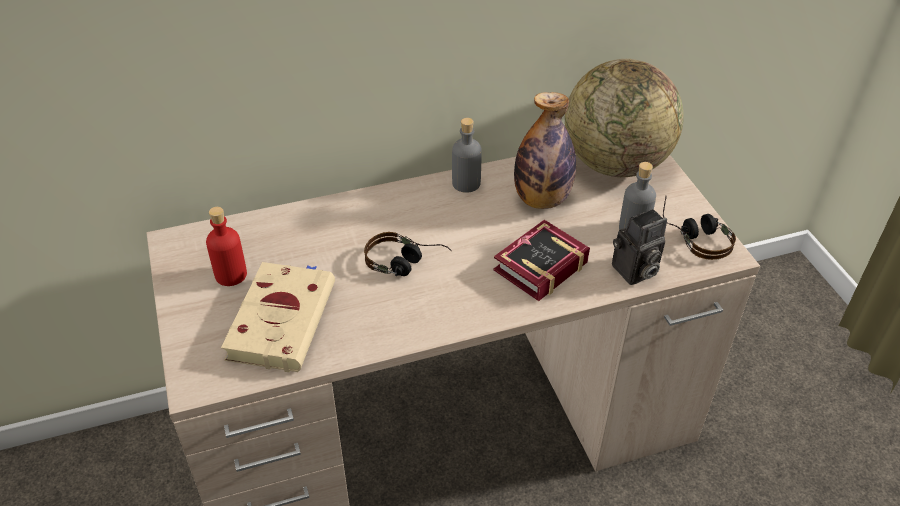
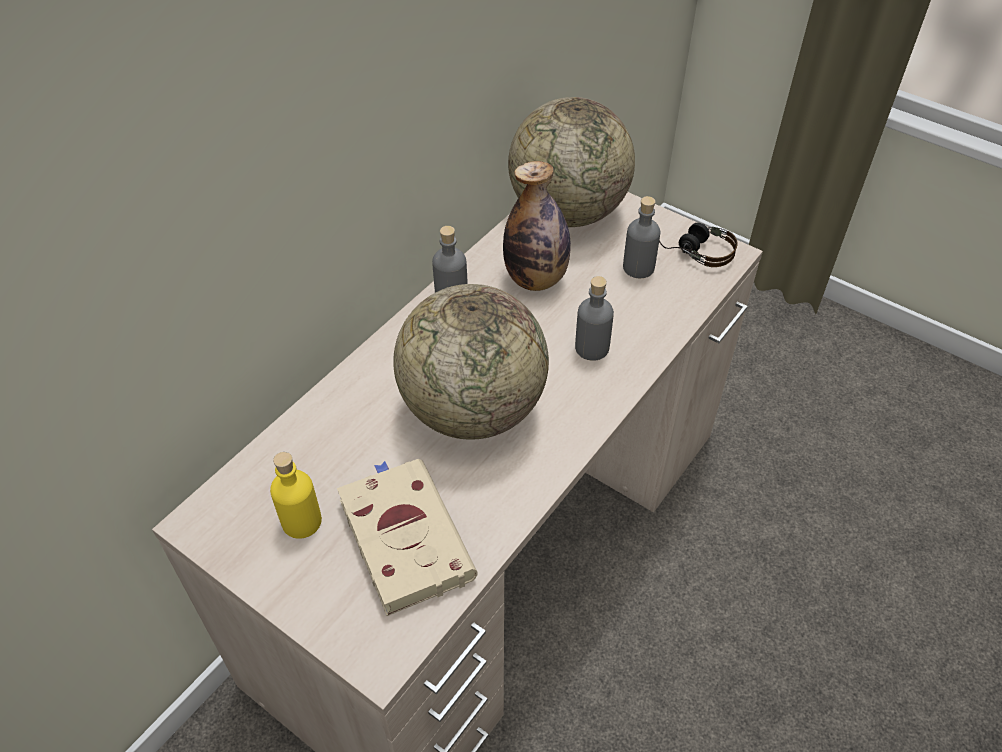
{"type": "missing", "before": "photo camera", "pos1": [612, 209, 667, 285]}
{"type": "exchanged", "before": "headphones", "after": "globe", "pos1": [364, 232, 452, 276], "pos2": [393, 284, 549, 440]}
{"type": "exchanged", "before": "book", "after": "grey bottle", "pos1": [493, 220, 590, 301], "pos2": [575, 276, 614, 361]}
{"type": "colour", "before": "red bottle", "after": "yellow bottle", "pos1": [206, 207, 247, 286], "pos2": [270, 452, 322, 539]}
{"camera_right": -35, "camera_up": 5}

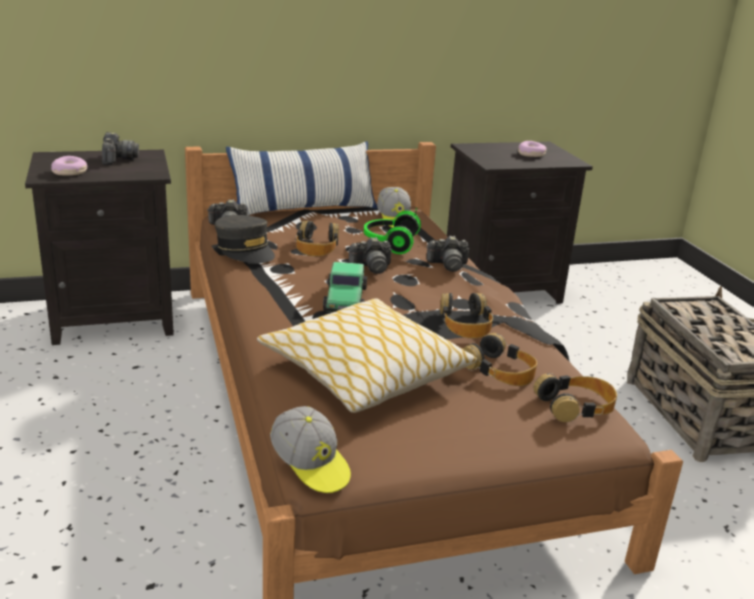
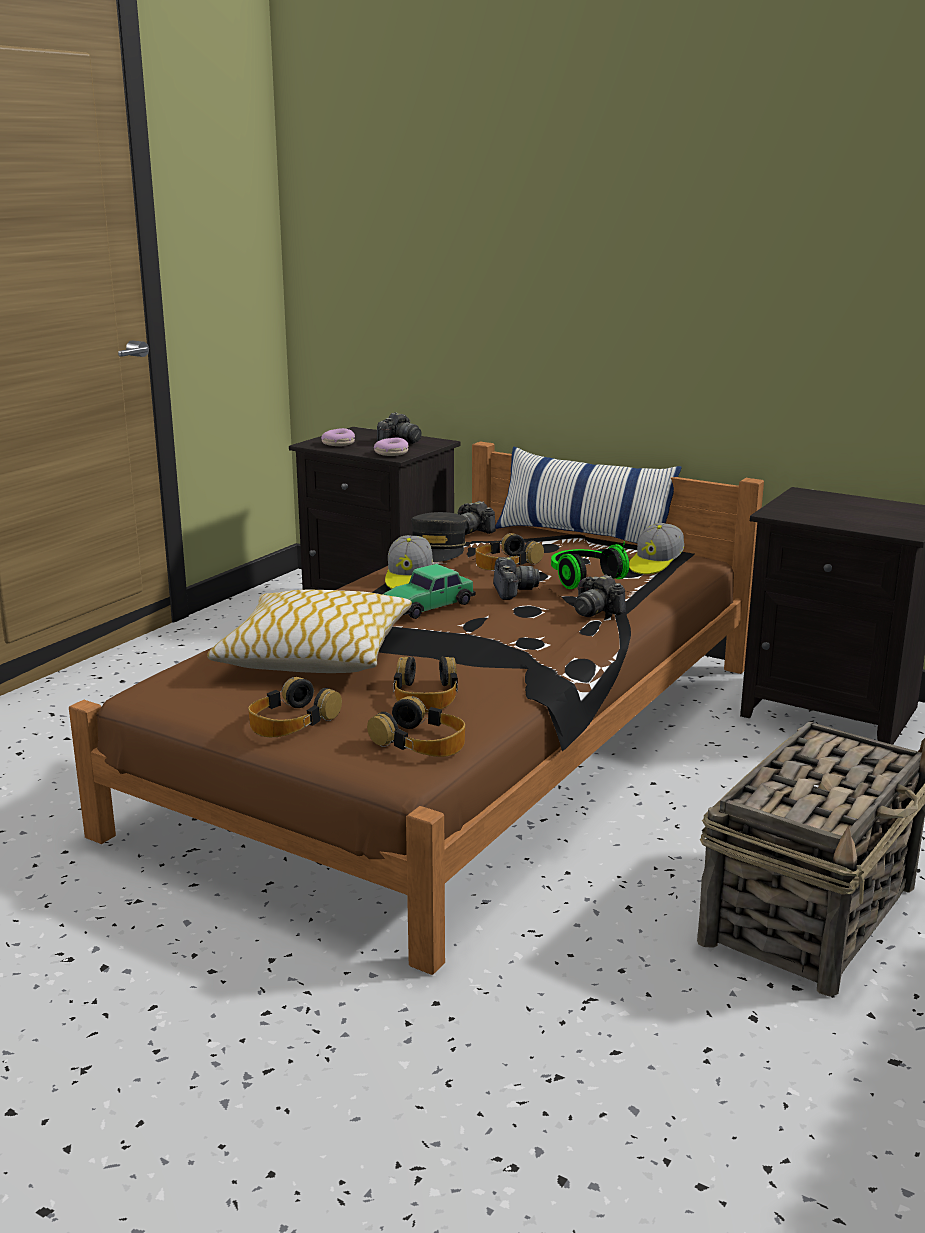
{"type": "relocated", "before": "cap", "pos1": [270, 406, 351, 493], "pos2": [385, 535, 433, 589]}
{"type": "relocated", "before": "headphones", "pos1": [440, 293, 494, 338], "pos2": [248, 677, 342, 737]}
{"type": "relocated", "before": "donut", "pos1": [518, 141, 547, 157], "pos2": [374, 438, 408, 456]}
{"type": "spun", "before": "photo camera", "pos1": [348, 237, 392, 274], "pos2": [493, 557, 540, 600], "turn": -135}
{"camera_right": 50, "camera_up": -5}

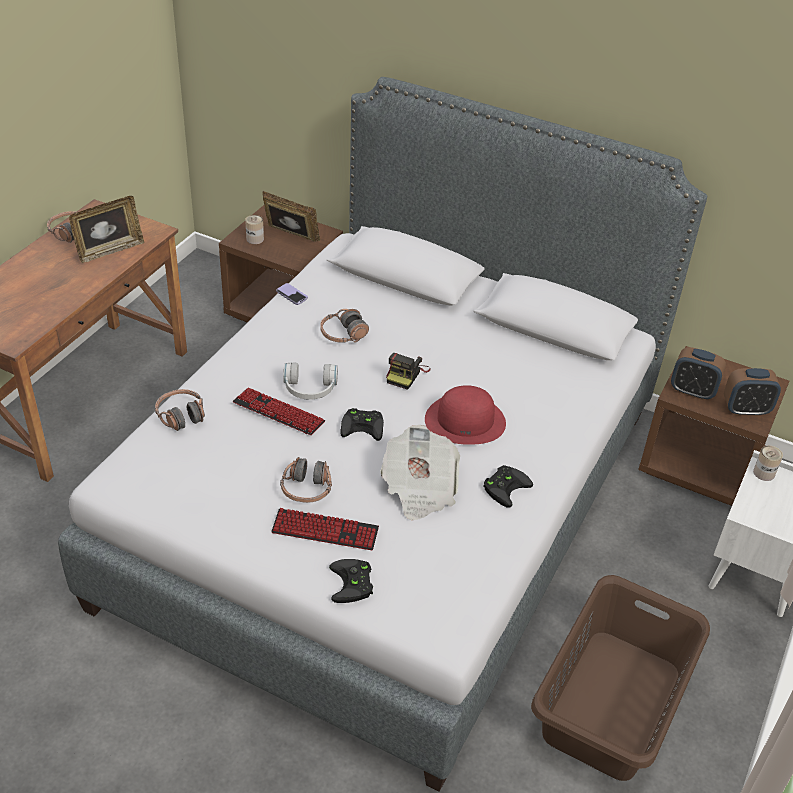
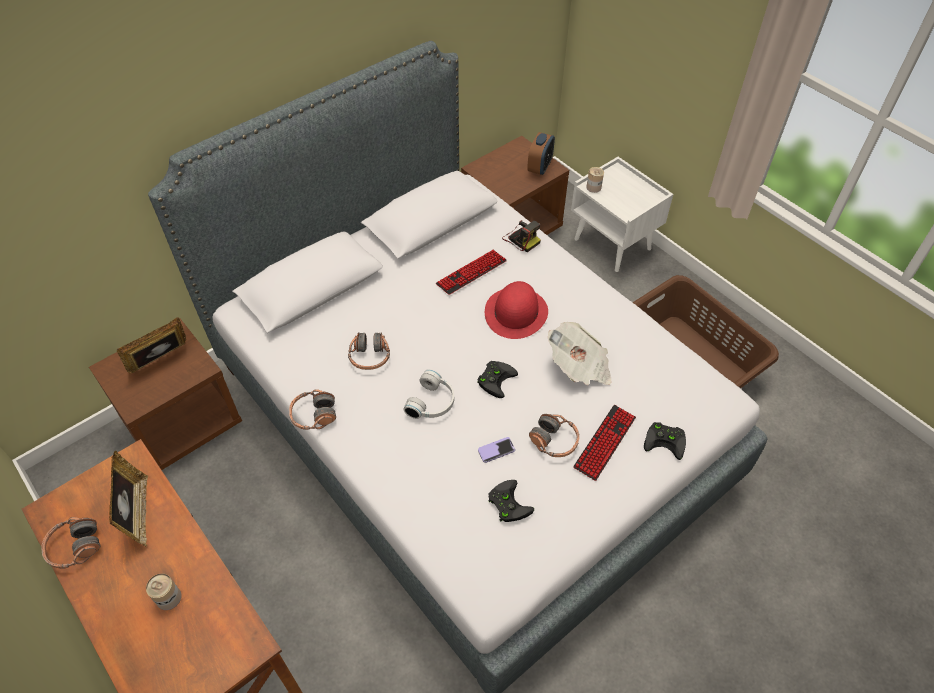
{"type": "missing", "before": "alarm clock", "pos1": [671, 347, 726, 400]}
{"type": "relocated", "before": "headphones", "pos1": [155, 389, 205, 431], "pos2": [289, 389, 336, 430]}
{"type": "relocated", "before": "keyboard", "pos1": [233, 388, 325, 435], "pos2": [436, 250, 507, 295]}
{"type": "relocated", "before": "can", "pos1": [245, 215, 264, 244], "pos2": [146, 573, 182, 610]}
{"type": "relocated", "before": "phone", "pos1": [276, 283, 308, 305], "pos2": [478, 437, 515, 463]}
{"type": "relocated", "before": "photo camera", "pos1": [386, 353, 431, 390], "pos2": [502, 220, 541, 252]}
{"type": "relocated", "before": "black game controller", "pos1": [483, 465, 533, 508], "pos2": [488, 480, 534, 522]}
{"camera_right": -65, "camera_up": 10}

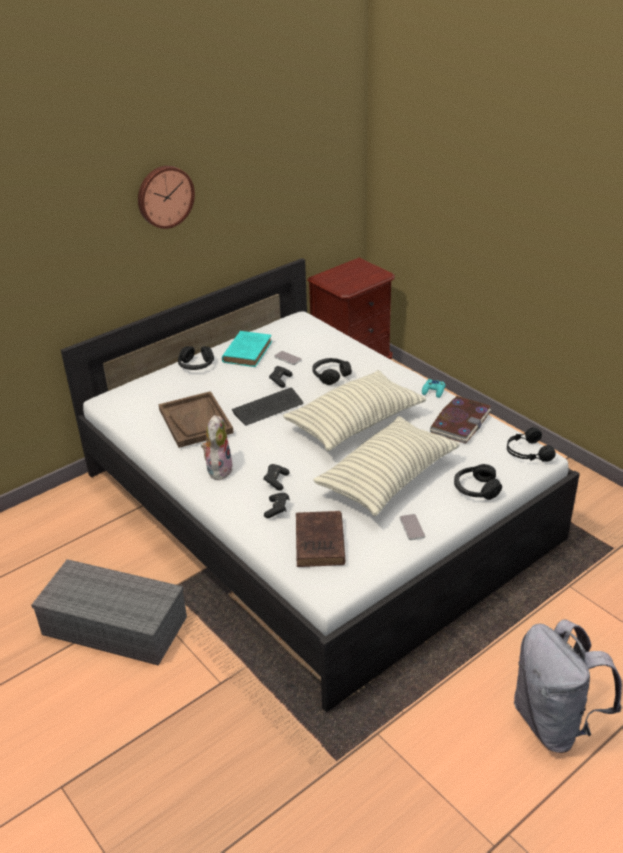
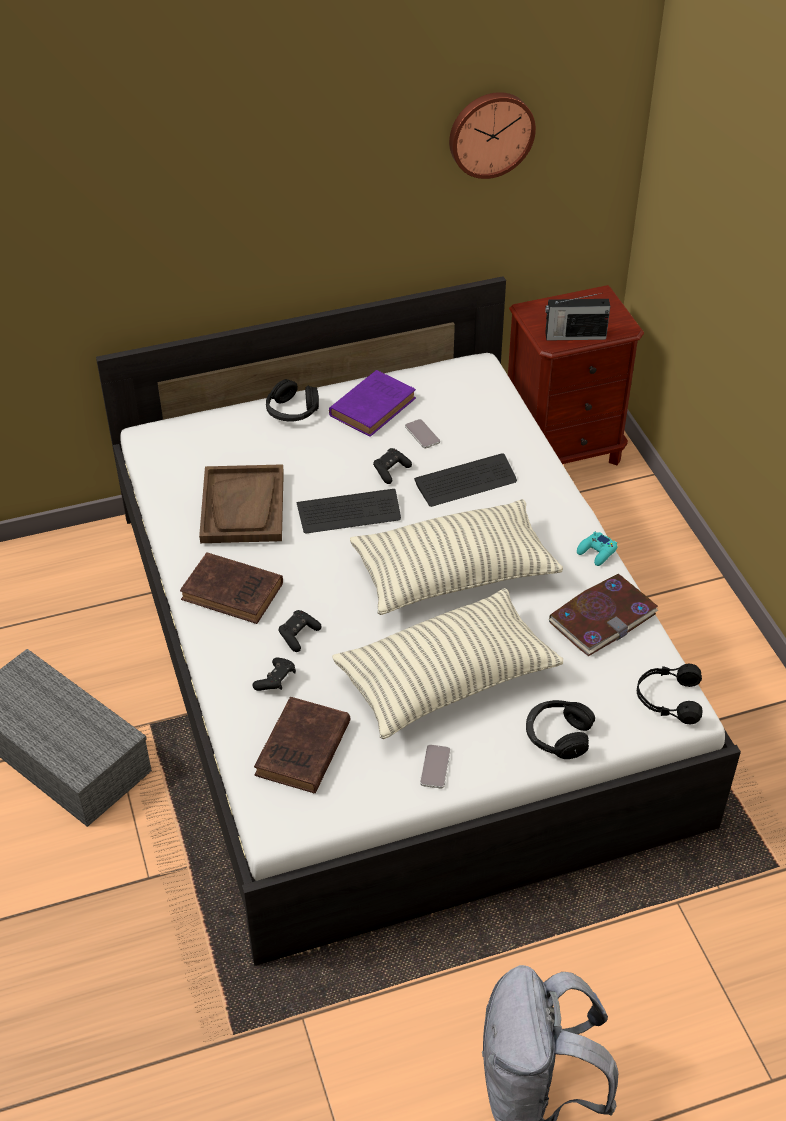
{"type": "appeared", "after": "radio", "pos2": [545, 293, 610, 341]}
{"type": "relocated", "before": "wall clock", "pos1": [138, 166, 195, 229], "pos2": [449, 92, 536, 179]}
{"type": "exchanged", "before": "plush toy", "after": "brown book", "pos1": [201, 415, 233, 480], "pos2": [180, 552, 283, 624]}
{"type": "exchanged", "before": "black headphones", "after": "keyboard", "pos1": [312, 358, 352, 385], "pos2": [414, 453, 517, 507]}
{"type": "colour", "before": "turquoise book", "after": "purple book", "pos1": [222, 331, 272, 367], "pos2": [329, 370, 416, 437]}
{"camera_right": 20, "camera_up": 10}

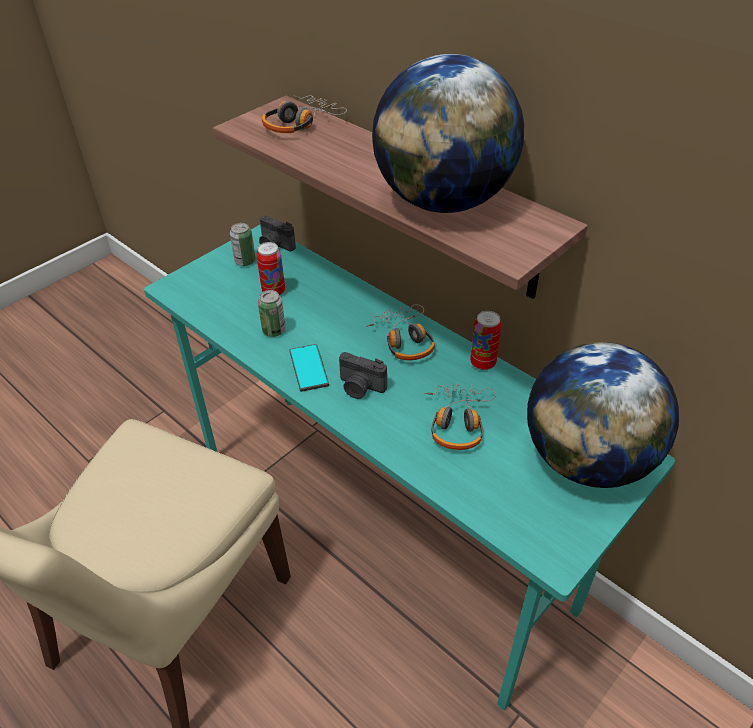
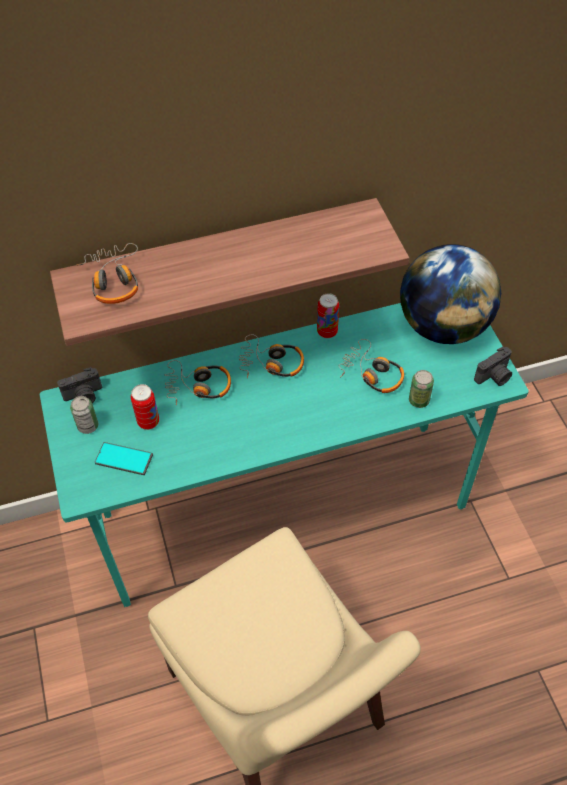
{"type": "missing", "before": "globe", "pos1": [372, 54, 524, 213]}
{"type": "appeared", "after": "headphones", "pos2": [165, 360, 231, 405]}
{"type": "relocated", "before": "can", "pos1": [258, 290, 286, 337], "pos2": [409, 370, 434, 408]}
{"type": "relocated", "before": "phone", "pos1": [289, 344, 329, 392], "pos2": [95, 442, 153, 475]}
{"type": "relocated", "before": "photo camera", "pos1": [339, 352, 387, 399], "pos2": [474, 347, 512, 386]}
{"camera_right": -60, "camera_up": 10}

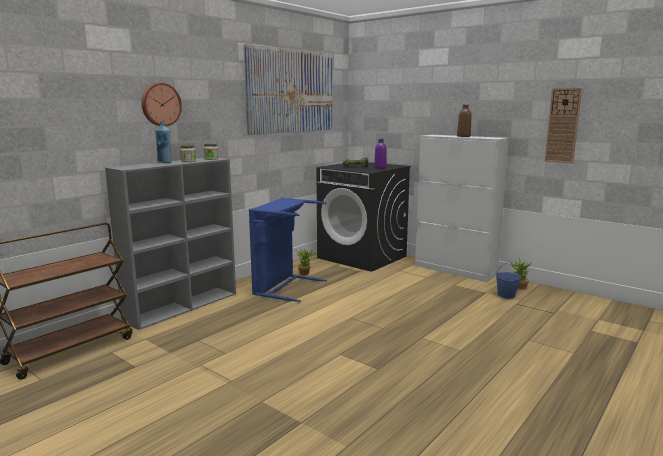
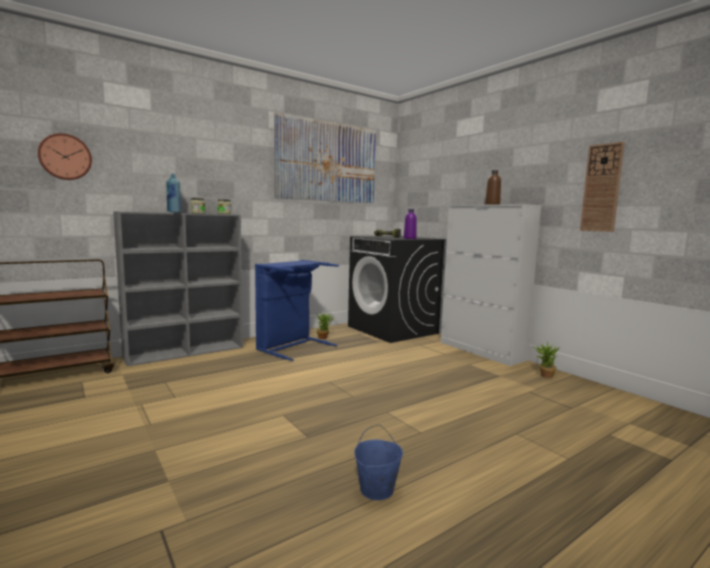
{"type": "relocated", "before": "wall clock", "pos1": [141, 83, 182, 126], "pos2": [38, 133, 92, 180]}
{"type": "relocated", "before": "blue bucket", "pos1": [496, 262, 521, 299], "pos2": [354, 425, 403, 500]}
{"camera_right": 15, "camera_up": -5}

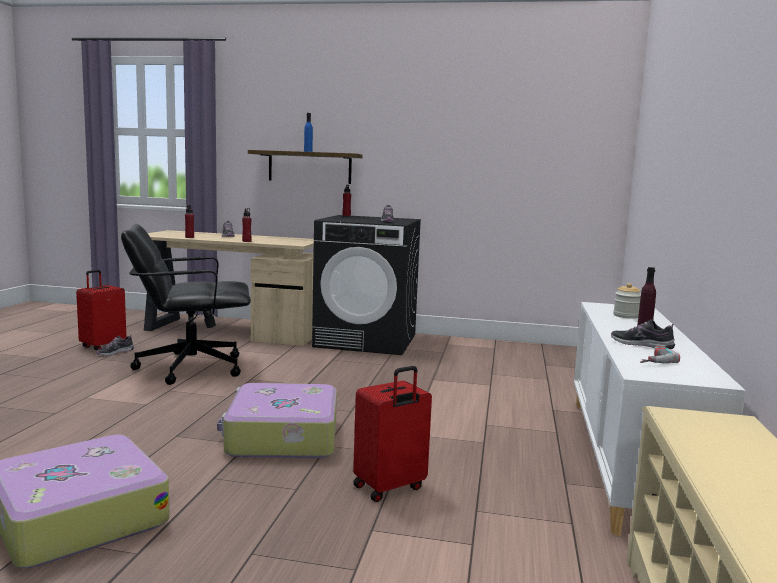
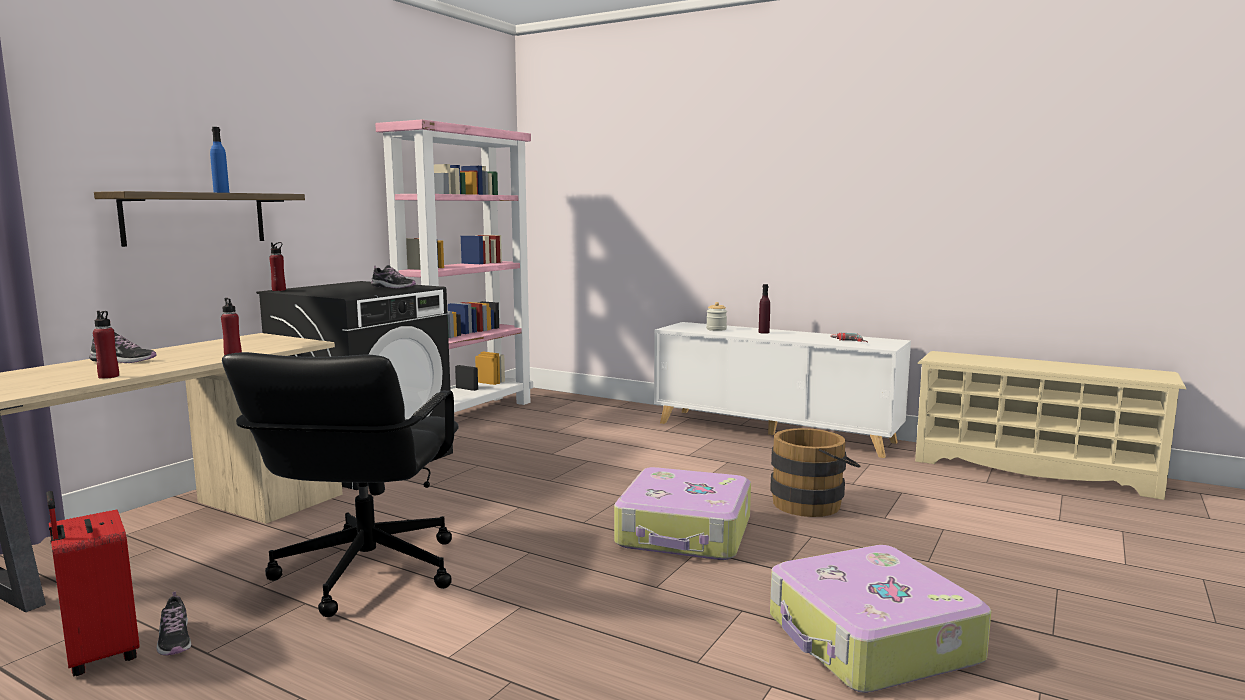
{"type": "missing", "before": "shoe", "pos1": [611, 319, 675, 349]}
{"type": "appeared", "after": "pink bookcase", "pos2": [375, 119, 533, 412]}
{"type": "exchanged", "before": "red suitcase", "after": "brown bucket", "pos1": [353, 366, 432, 502], "pos2": [770, 428, 860, 517]}
{"camera_right": -70, "camera_up": 0}

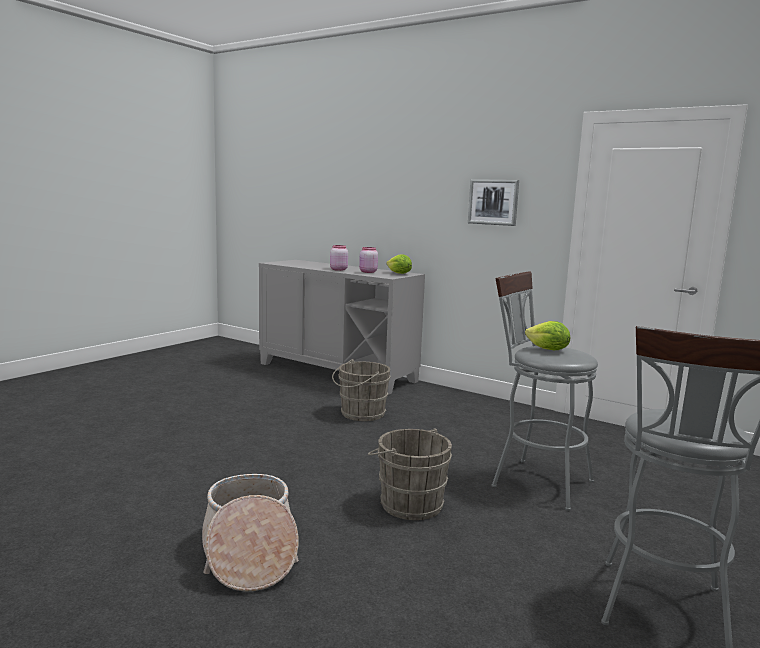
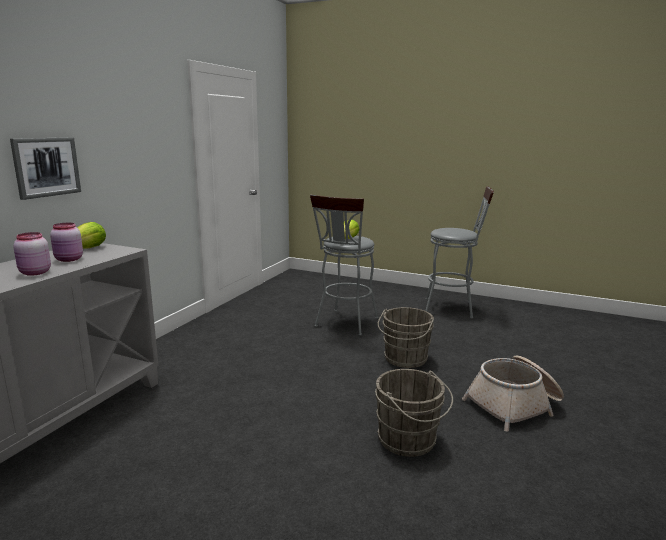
{"type": "relocated", "before": "grey bucket", "pos1": [332, 359, 391, 421], "pos2": [375, 369, 453, 457]}
{"type": "relocated", "before": "picture", "pos1": [468, 179, 519, 226], "pos2": [10, 137, 81, 200]}
{"camera_right": -100, "camera_up": 5}

